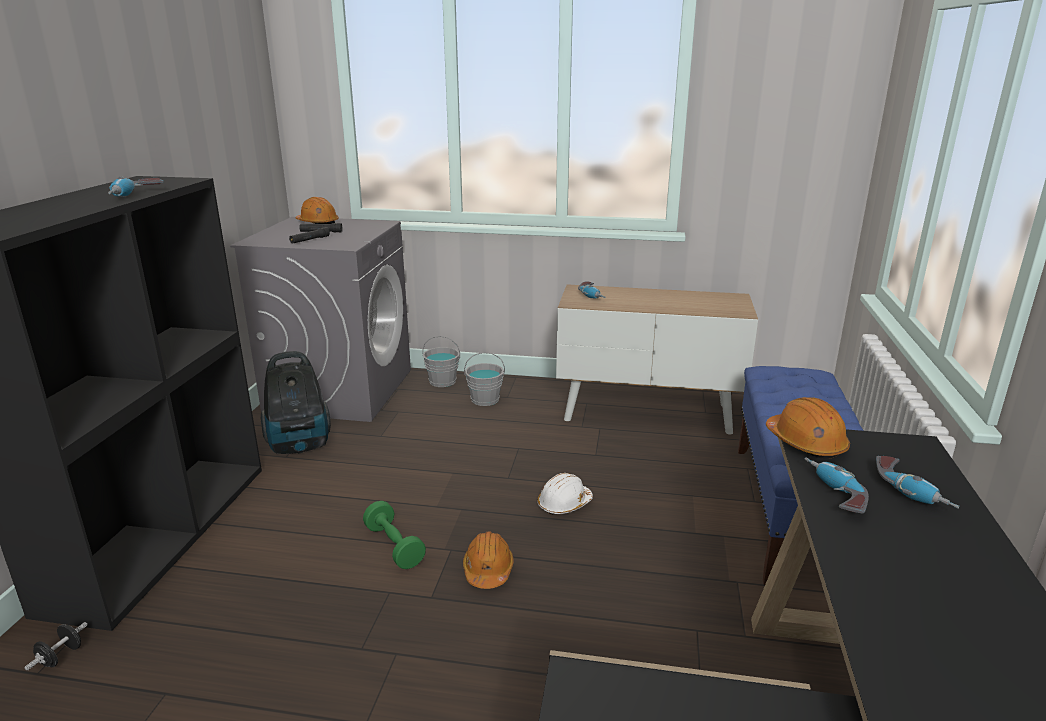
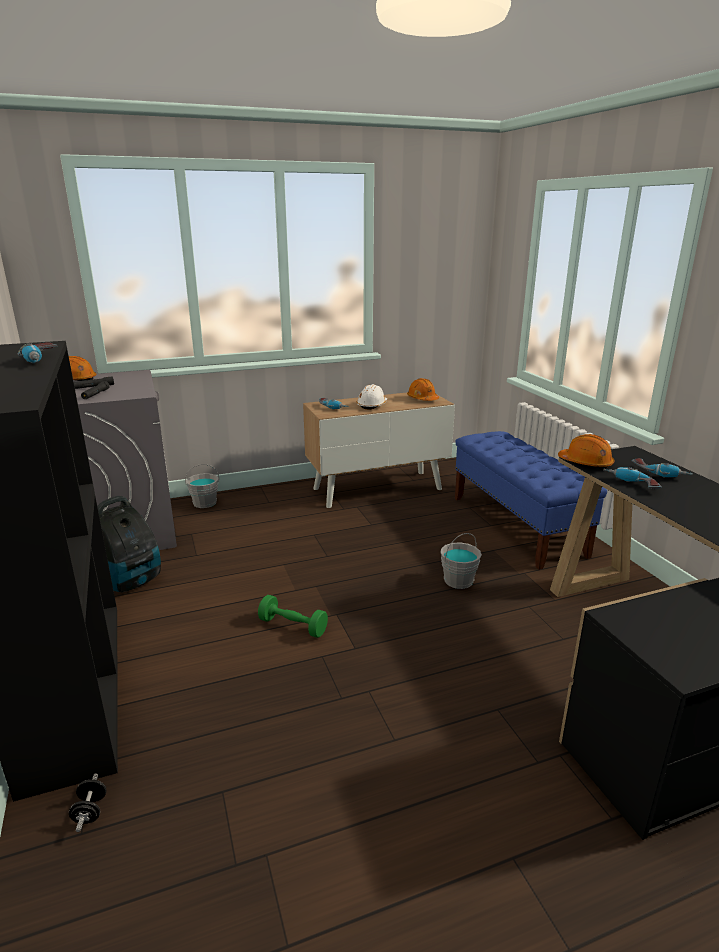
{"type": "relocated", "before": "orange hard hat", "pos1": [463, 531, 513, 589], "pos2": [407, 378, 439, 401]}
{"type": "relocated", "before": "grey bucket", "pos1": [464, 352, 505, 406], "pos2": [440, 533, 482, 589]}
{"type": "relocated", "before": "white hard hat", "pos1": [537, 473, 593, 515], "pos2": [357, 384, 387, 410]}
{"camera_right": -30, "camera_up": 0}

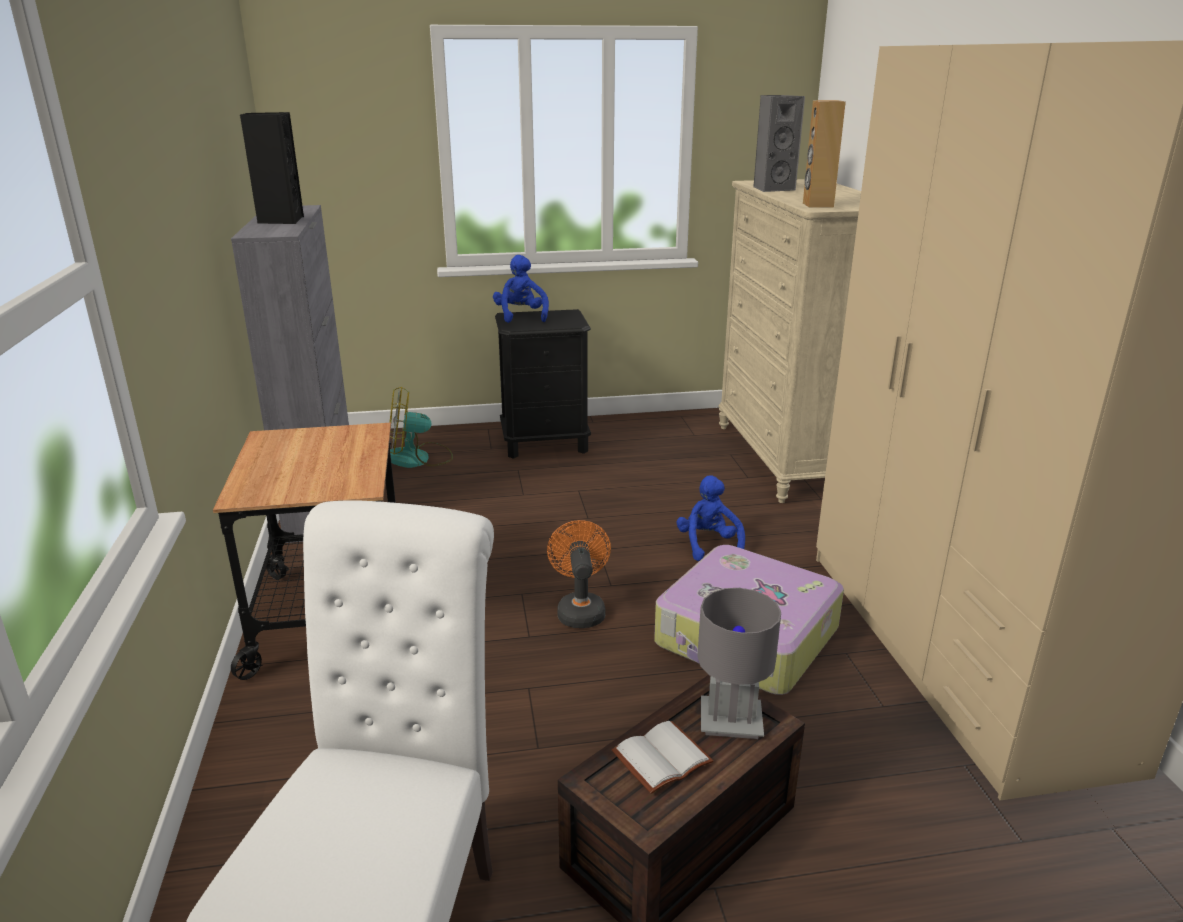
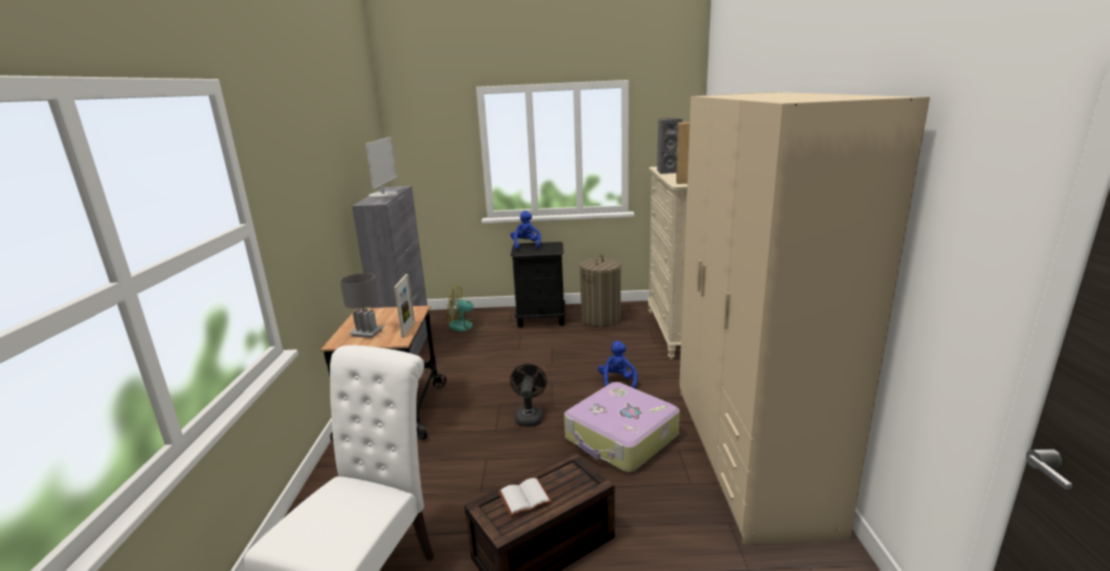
{"type": "appeared", "after": "picture frame", "pos2": [394, 274, 415, 338]}
{"type": "appeared", "after": "laundry basket", "pos2": [580, 255, 621, 327]}
{"type": "relocated", "before": "grey table lamp", "pos1": [697, 588, 781, 739], "pos2": [340, 273, 384, 338]}
{"type": "exchanged", "before": "black speaker", "after": "monitor", "pos1": [240, 112, 304, 224], "pos2": [366, 137, 398, 198]}
{"type": "colour", "before": "orange fan", "after": "black fan", "pos1": [547, 520, 611, 628], "pos2": [510, 364, 547, 427]}
{"camera_right": 10, "camera_up": -5}

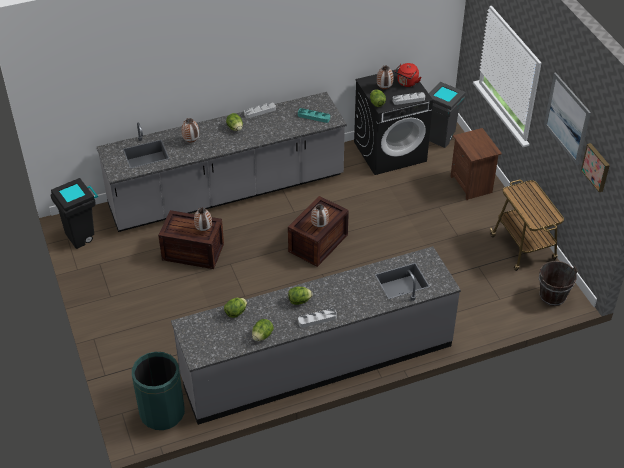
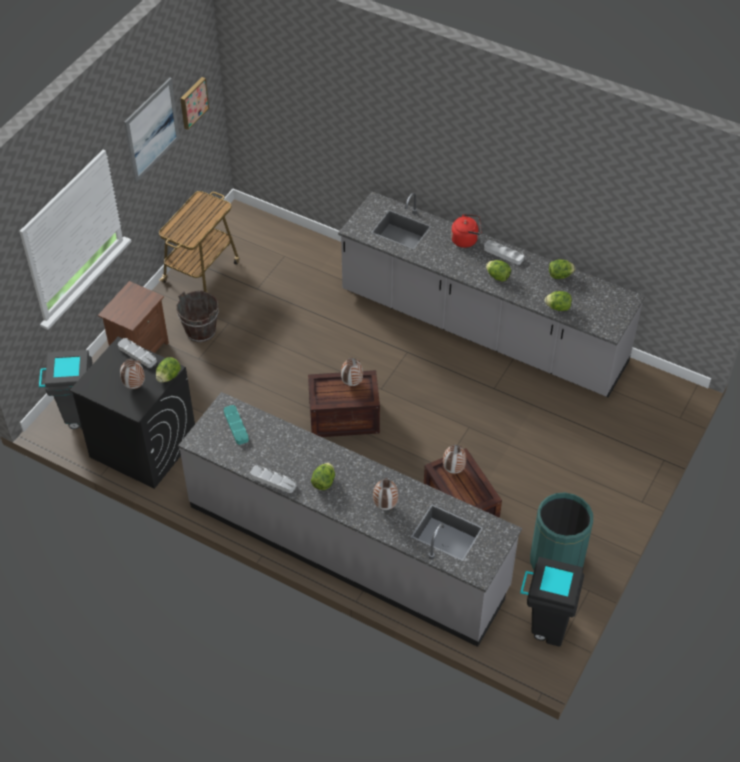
{"type": "relocated", "before": "green trash can", "pos1": [132, 352, 185, 430], "pos2": [530, 492, 593, 570]}
{"type": "relocated", "before": "red kettle", "pos1": [394, 63, 421, 87], "pos2": [451, 214, 482, 248]}
{"type": "relocated", "before": "brown bucket", "pos1": [539, 261, 578, 306], "pos2": [176, 291, 219, 343]}
{"camera_right": -130, "camera_up": 5}

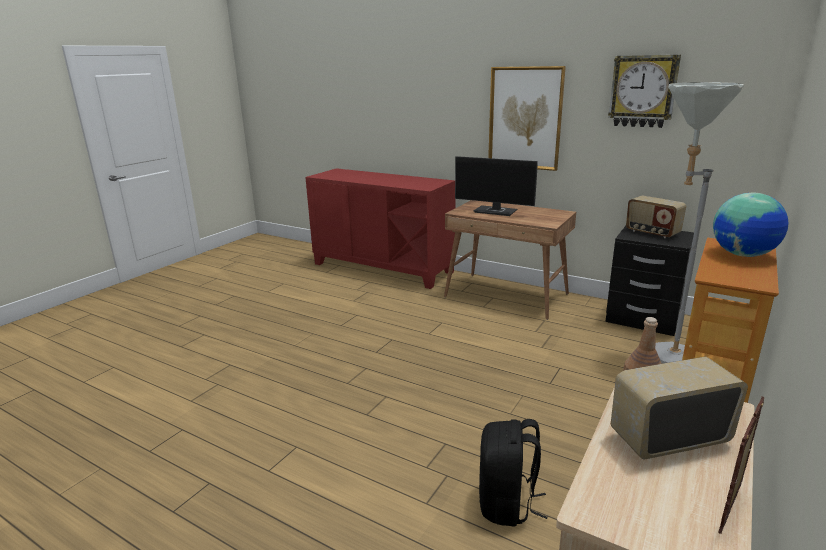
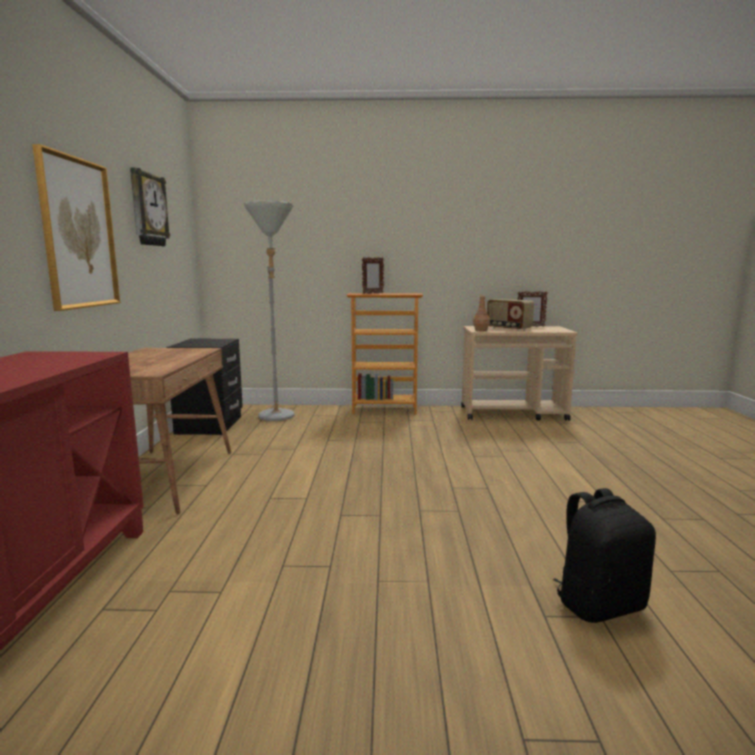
{"type": "missing", "before": "monitor", "pos1": [455, 156, 538, 216]}
{"type": "missing", "before": "radio", "pos1": [626, 196, 686, 238]}
{"type": "relocated", "before": "black backpack", "pos1": [479, 419, 548, 527], "pos2": [553, 488, 656, 623]}
{"type": "exchanged", "before": "globe", "after": "picture frame", "pos1": [713, 193, 789, 257], "pos2": [362, 257, 384, 294]}
{"camera_right": -120, "camera_up": -10}

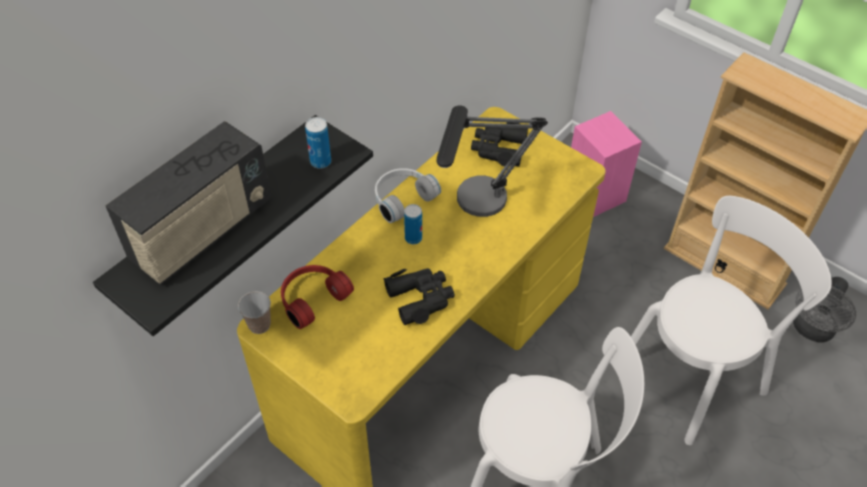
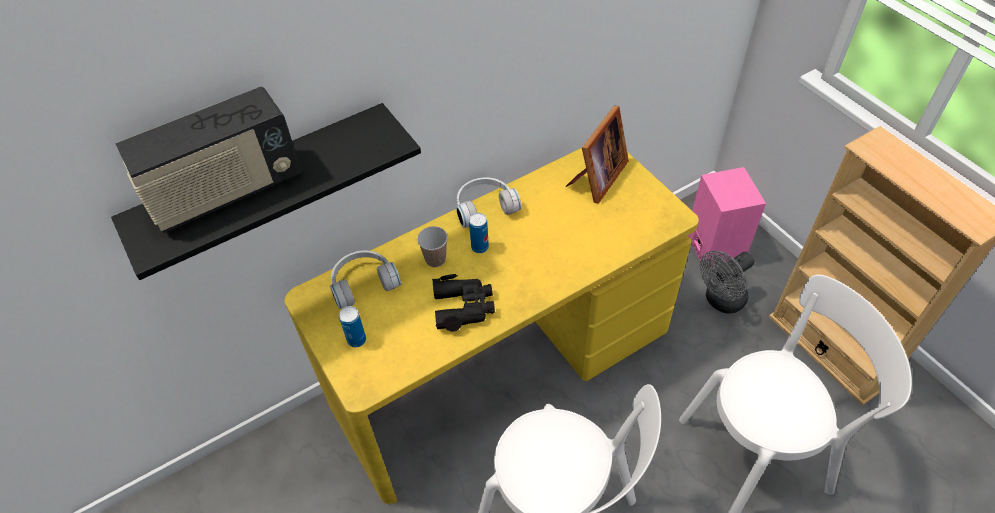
{"type": "missing", "before": "table lamp", "pos1": [437, 105, 548, 217]}
{"type": "relocated", "before": "cup", "pos1": [238, 291, 271, 334], "pos2": [417, 226, 448, 267]}
{"type": "relocated", "before": "can", "pos1": [305, 117, 331, 169], "pos2": [339, 306, 366, 347]}
{"type": "relocated", "before": "grey fan", "pos1": [793, 277, 856, 342], "pos2": [700, 250, 755, 313]}
{"type": "exchanged", "before": "black binoculars", "after": "picture frame", "pos1": [471, 122, 529, 167], "pos2": [566, 106, 629, 204]}
{"type": "colour", "before": "red headphones", "after": "white headphones", "pos1": [281, 265, 354, 329], "pos2": [330, 250, 401, 309]}
{"camera_right": 20, "camera_up": 0}

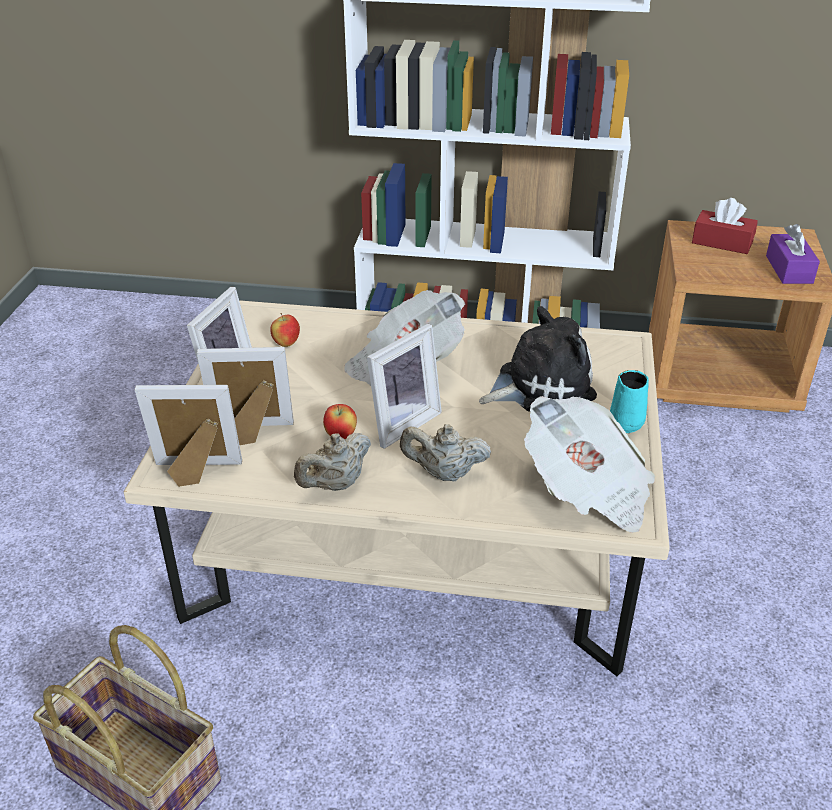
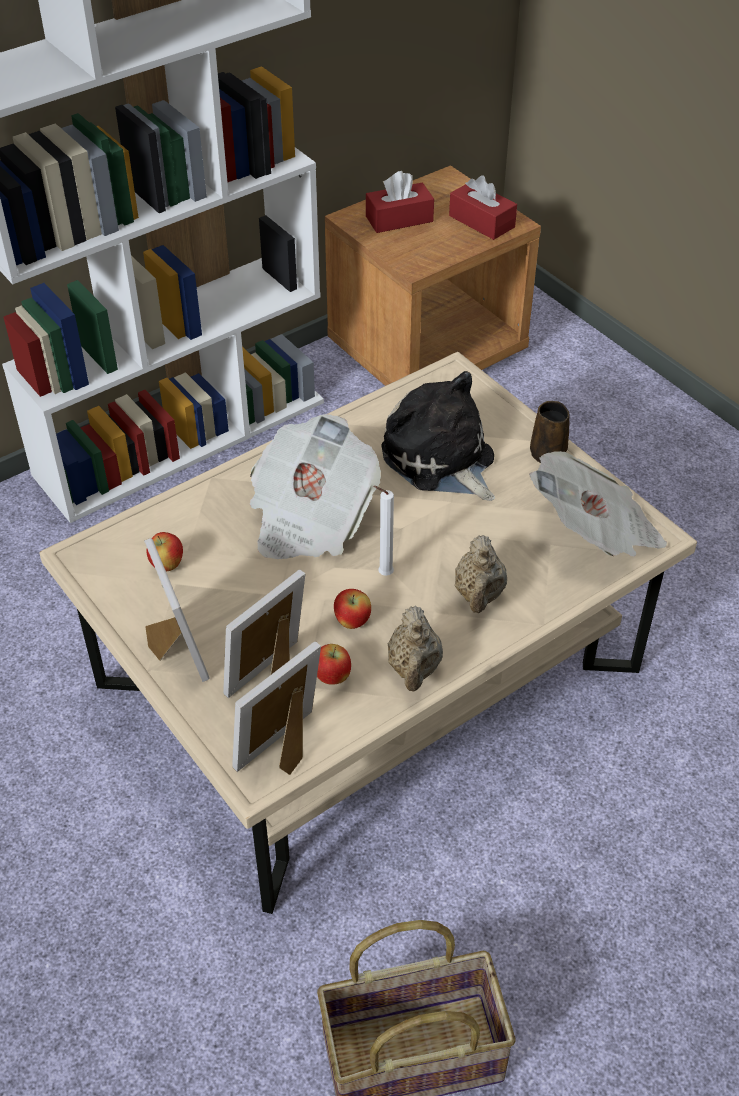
{"type": "appeared", "after": "apple", "pos2": [317, 644, 351, 685]}
{"type": "exchanged", "before": "picture frame", "after": "white candle", "pos1": [367, 324, 442, 449], "pos2": [373, 486, 394, 576]}
{"type": "colour", "before": "turquoise mug", "after": "brown mug", "pos1": [610, 370, 649, 433], "pos2": [530, 401, 570, 463]}
{"type": "colour", "before": "purple tissue box", "after": "red tissue box", "pos1": [766, 224, 820, 284], "pos2": [449, 175, 517, 240]}
{"type": "spun", "before": "beige teapot", "pos1": [400, 424, 491, 481], "pos2": [455, 535, 507, 613], "turn": -45}
{"type": "spun", "before": "plush toy", "pos1": [479, 306, 597, 412], "pos2": [381, 371, 495, 501], "turn": -60}
{"camera_right": -45, "camera_up": 10}

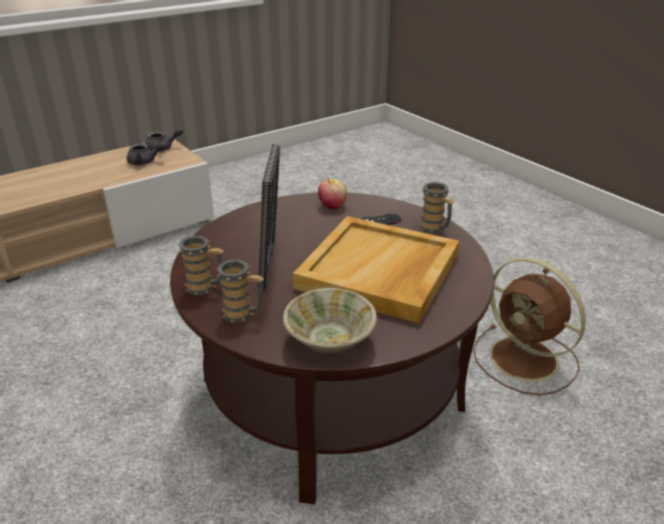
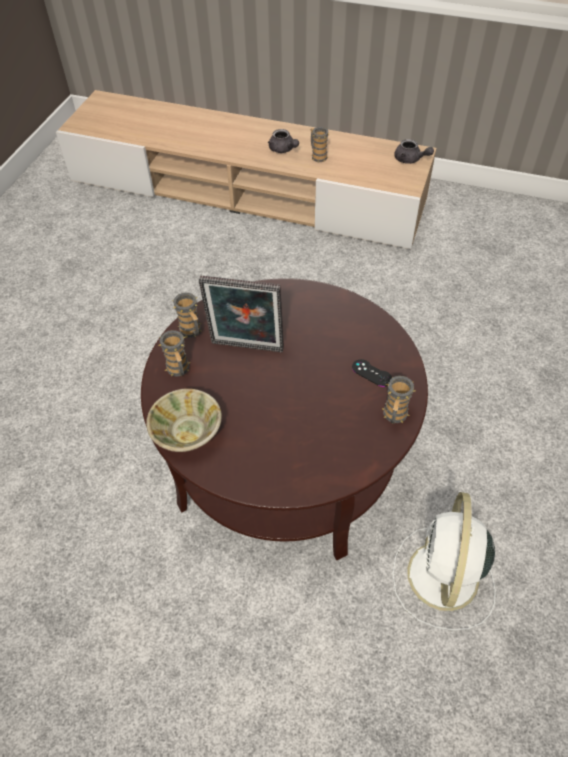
{"type": "missing", "before": "beige tray", "pos1": [293, 216, 459, 323]}
{"type": "missing", "before": "apple", "pos1": [318, 177, 347, 209]}
{"type": "appeared", "after": "mug", "pos2": [310, 127, 329, 162]}
{"type": "relocated", "before": "grey teapot", "pos1": [127, 141, 166, 165], "pos2": [268, 129, 299, 153]}
{"type": "colour", "before": "brown fan", "after": "white fan", "pos1": [473, 258, 586, 396], "pos2": [392, 492, 496, 631]}
{"type": "spun", "before": "picture frame", "pos1": [258, 144, 280, 290], "pos2": [199, 276, 284, 352], "turn": 45}
{"camera_right": 55, "camera_up": 20}

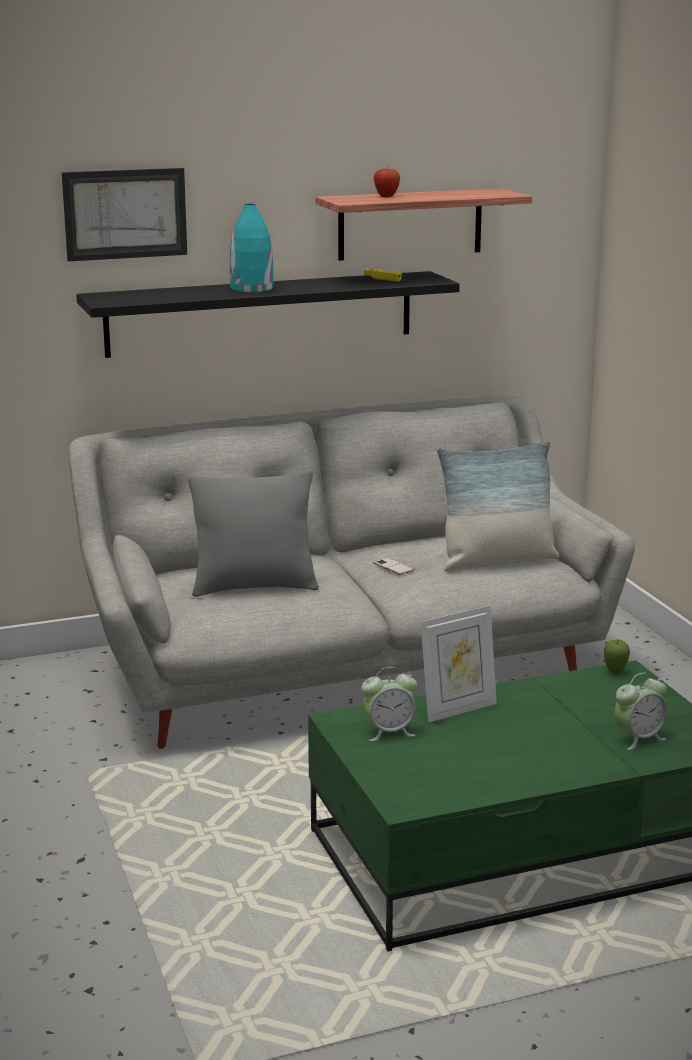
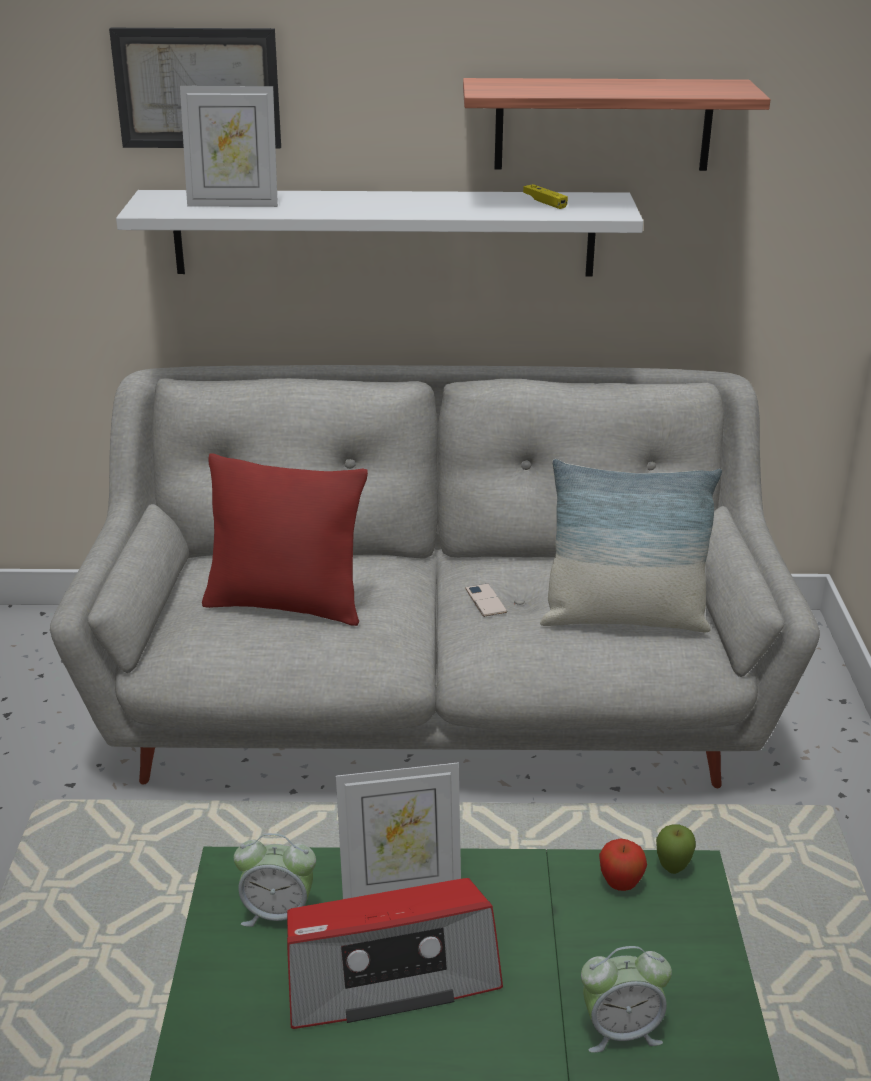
{"type": "missing", "before": "turquoise vase", "pos1": [230, 204, 273, 292]}
{"type": "appeared", "after": "picture frame", "pos2": [180, 86, 278, 207]}
{"type": "appeared", "after": "radio", "pos2": [287, 878, 503, 1029]}
{"type": "relocated", "before": "apple", "pos1": [374, 169, 400, 198], "pos2": [599, 839, 647, 891]}
{"type": "colour", "before": "black shelf", "after": "white shelf", "pos1": [76, 271, 460, 358], "pos2": [116, 190, 643, 276]}
{"type": "colour", "before": "grey pillow", "after": "red pillow", "pos1": [188, 470, 319, 597], "pos2": [202, 453, 368, 626]}
{"camera_right": 20, "camera_up": 10}

